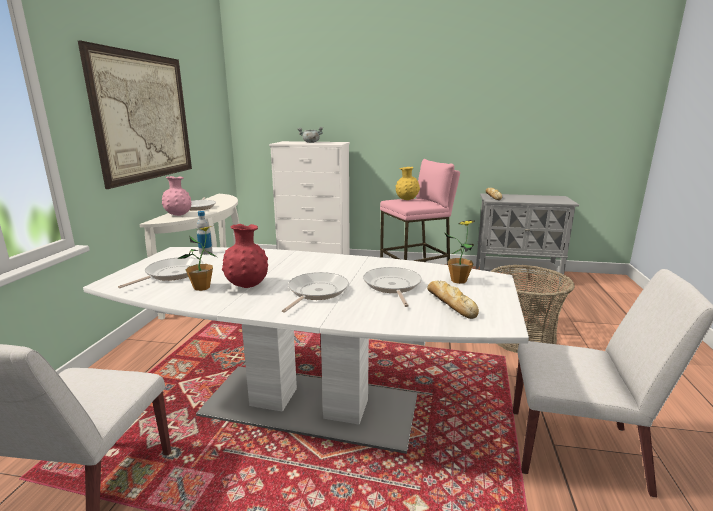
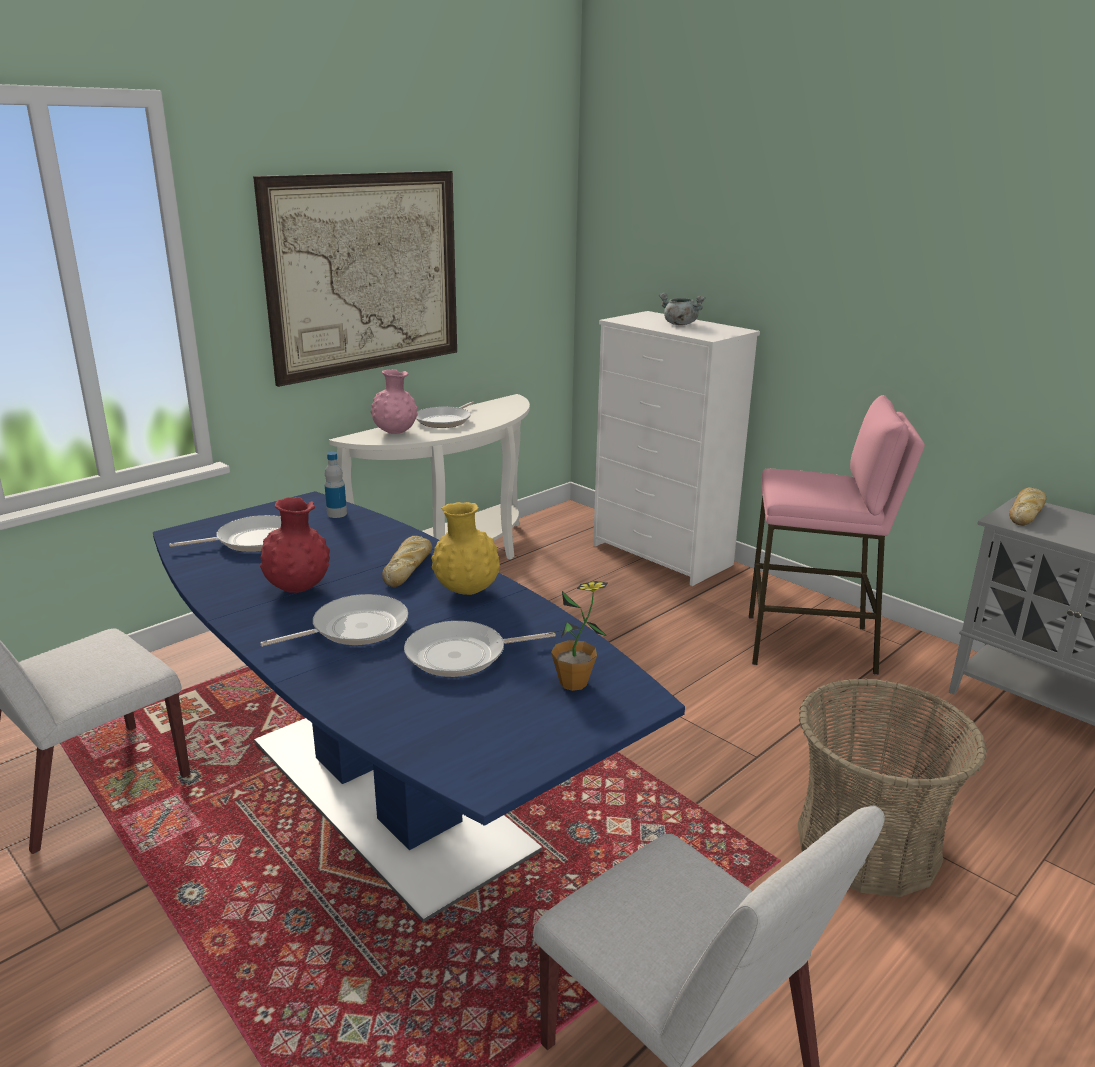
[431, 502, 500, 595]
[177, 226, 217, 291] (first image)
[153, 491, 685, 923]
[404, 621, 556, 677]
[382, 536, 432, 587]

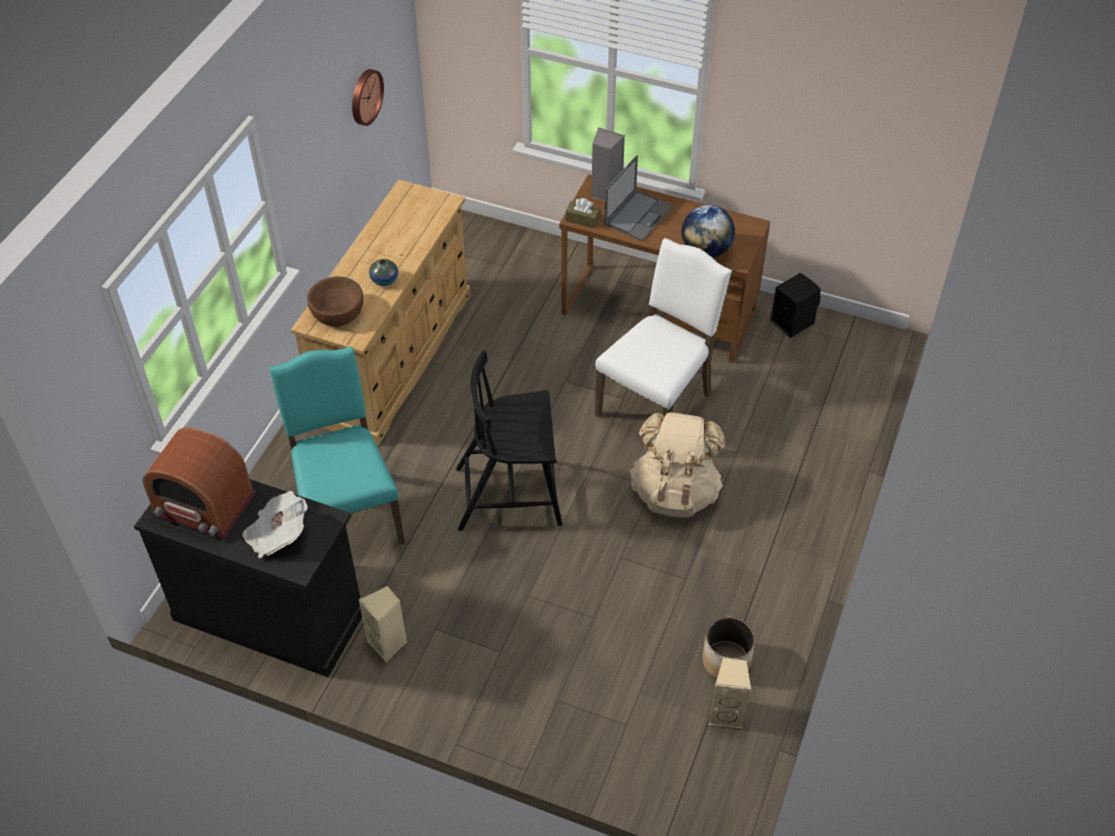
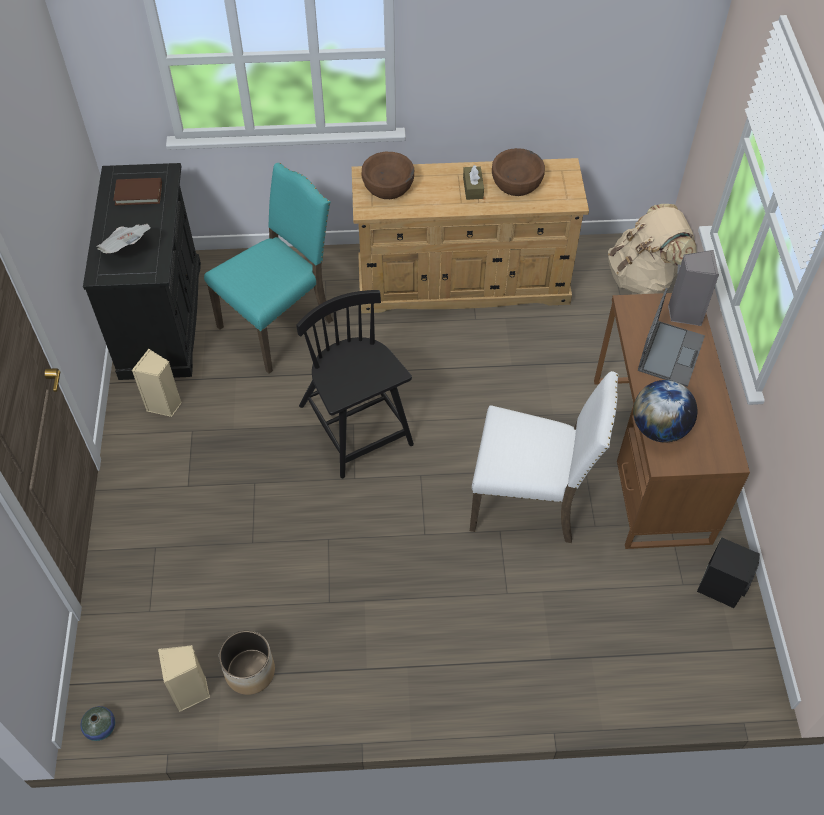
[352, 69, 384, 126] (first image)
[638, 288, 705, 387]
[463, 165, 484, 200]
[81, 706, 115, 741]
[608, 204, 697, 294]
[113, 178, 162, 205]
[492, 148, 545, 196]

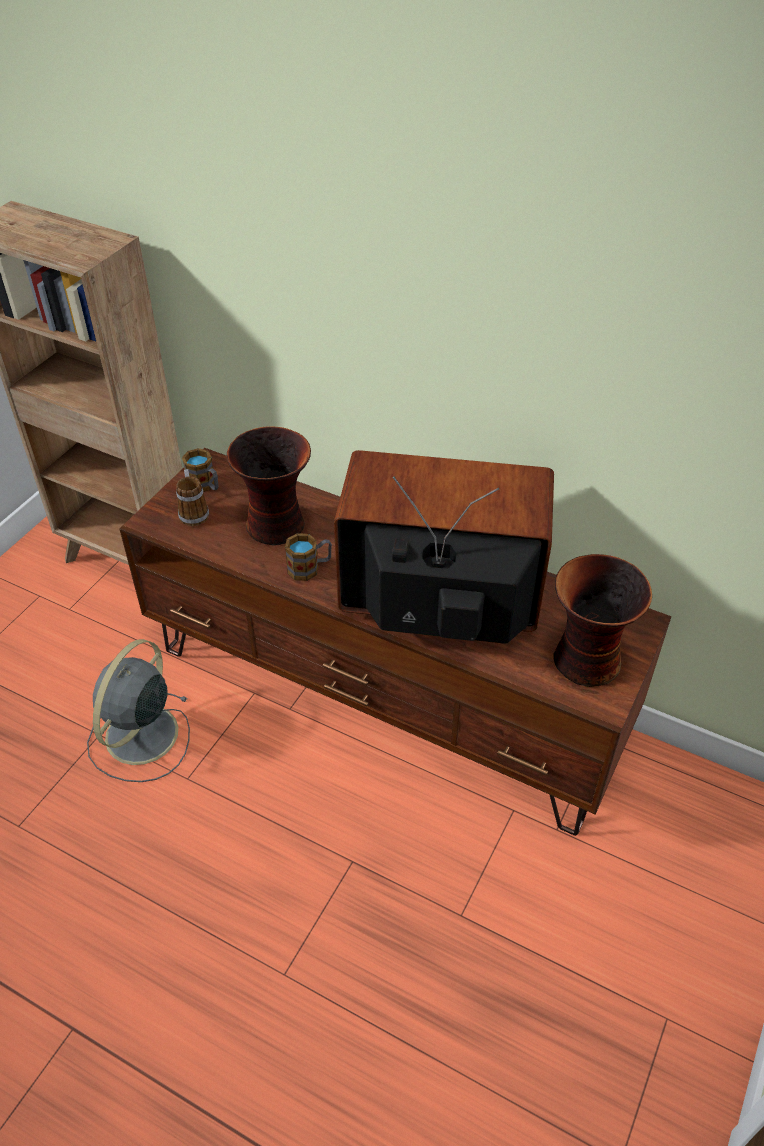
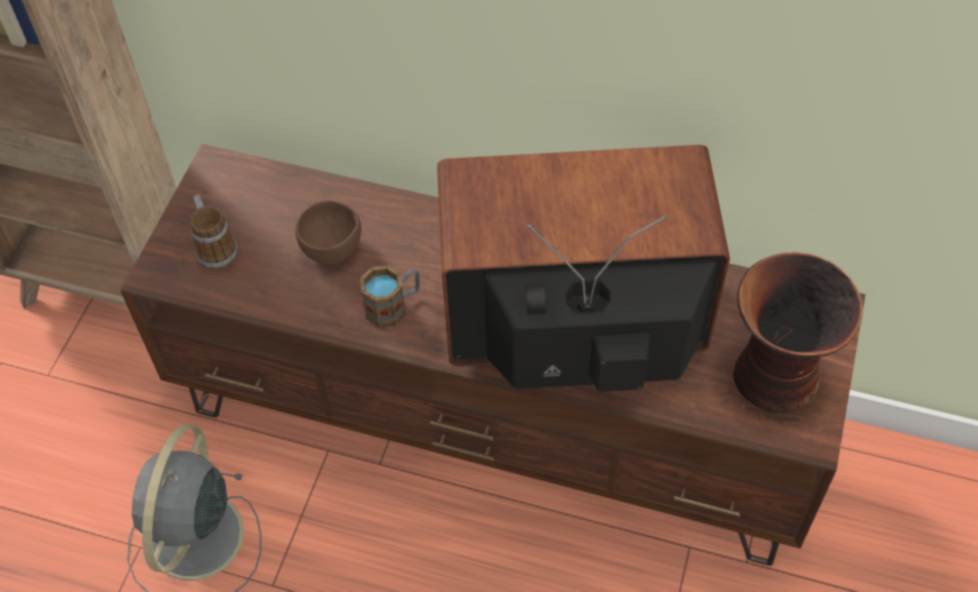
[295, 200, 361, 265]
[182, 448, 219, 492] (first image)

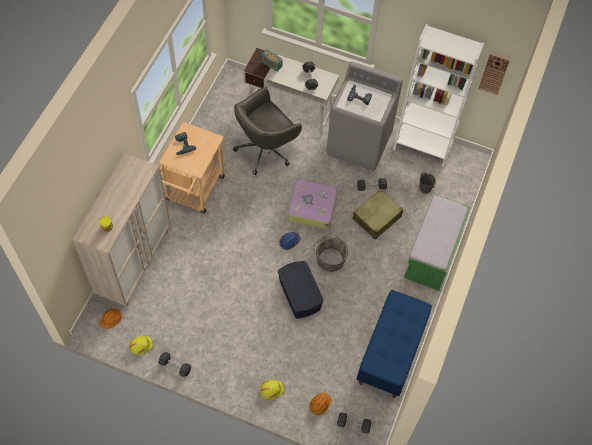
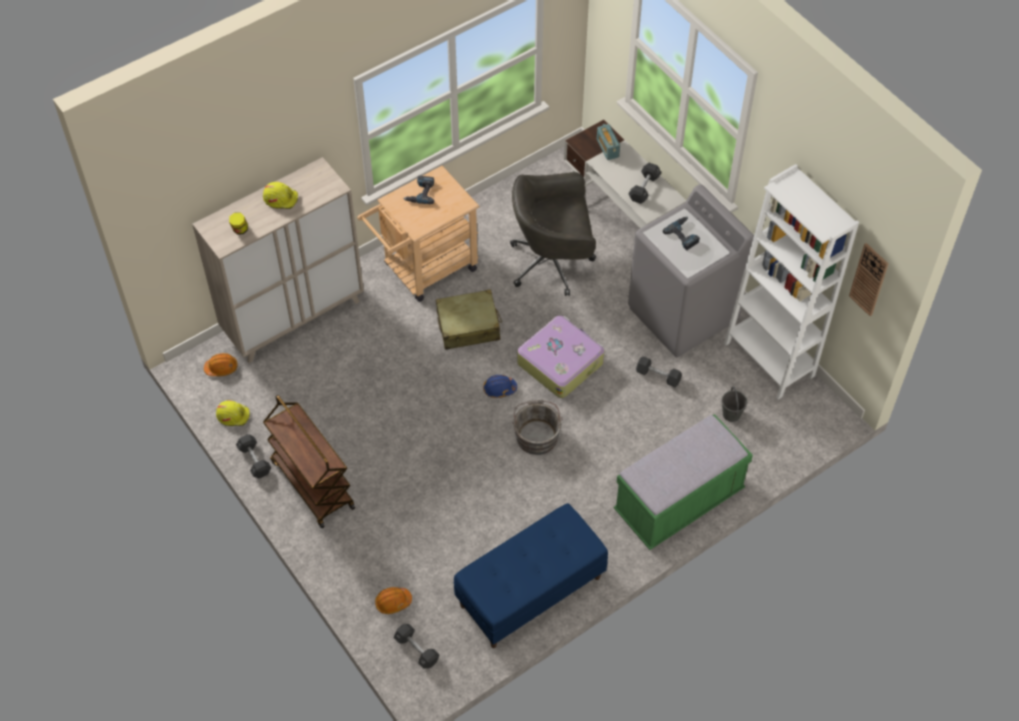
[436, 289, 502, 350]
[278, 261, 324, 319] (first image)
[263, 182, 298, 209]
[263, 395, 355, 528]

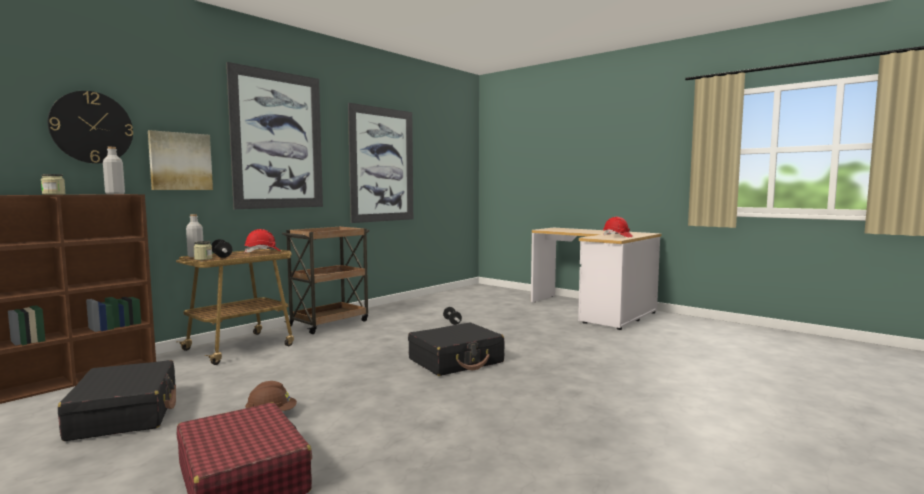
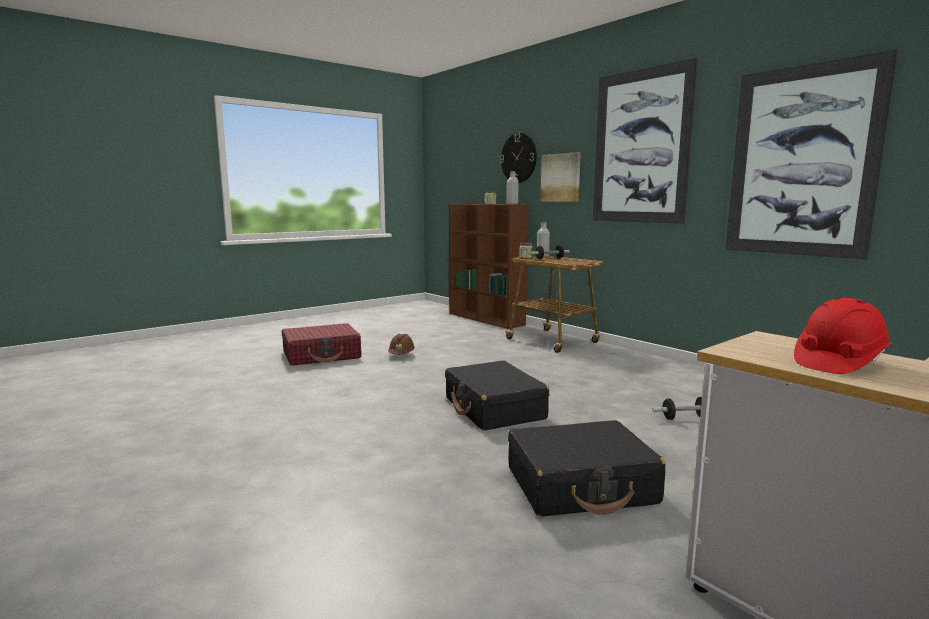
[282, 226, 369, 334] (first image)
[244, 229, 280, 252] (first image)
[508, 420, 666, 517]

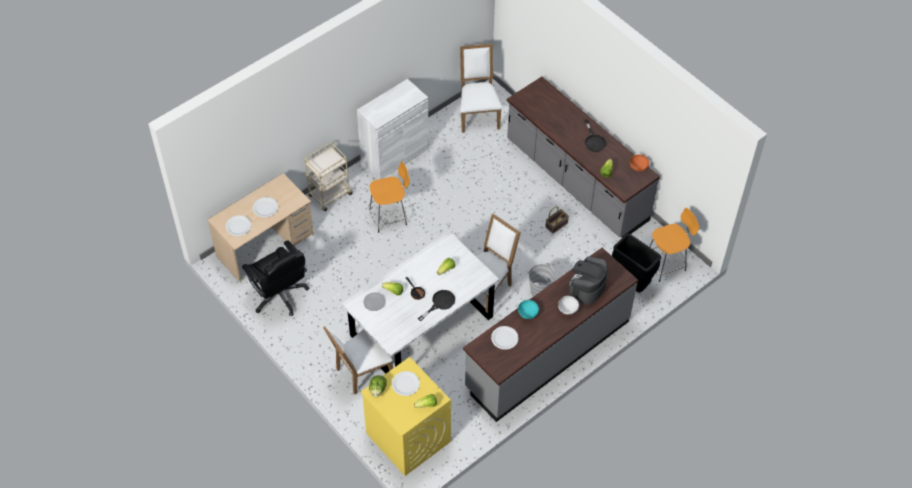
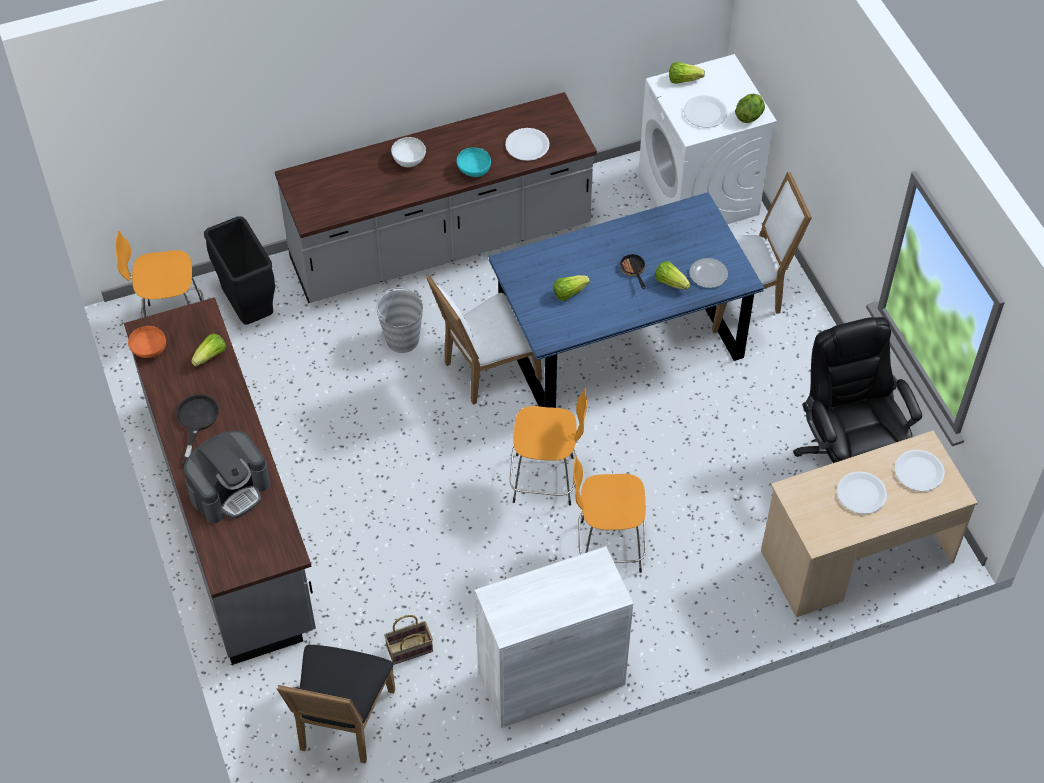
[276, 645, 395, 764]
[304, 142, 353, 211] (first image)
[384, 615, 433, 665]
[489, 192, 764, 408]
[184, 430, 270, 523]
[418, 290, 455, 321] (first image)
[639, 54, 777, 224]
[510, 387, 587, 506]

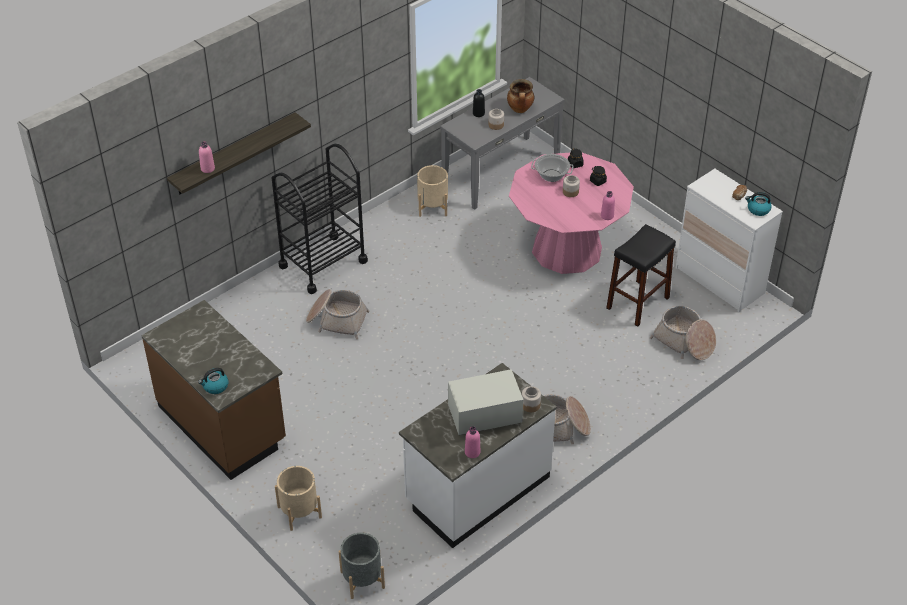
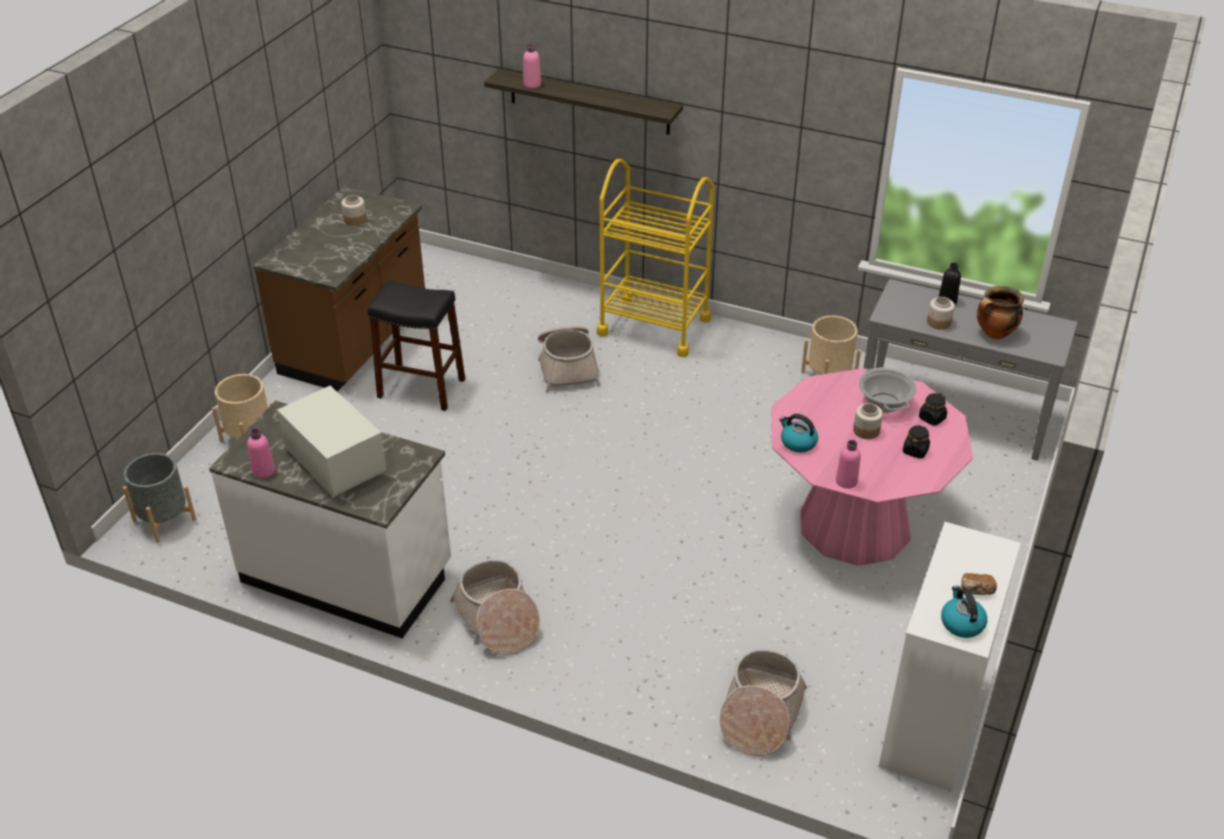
[597, 159, 714, 357]
[368, 280, 465, 411]
[779, 414, 818, 452]
[341, 195, 366, 226]

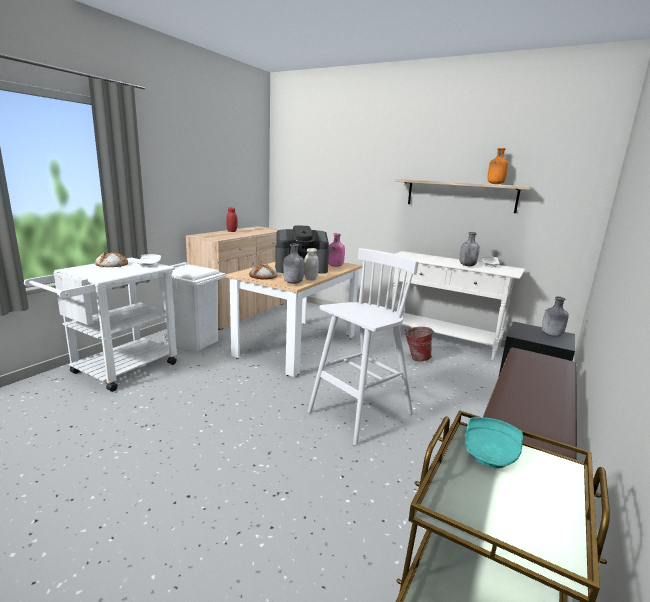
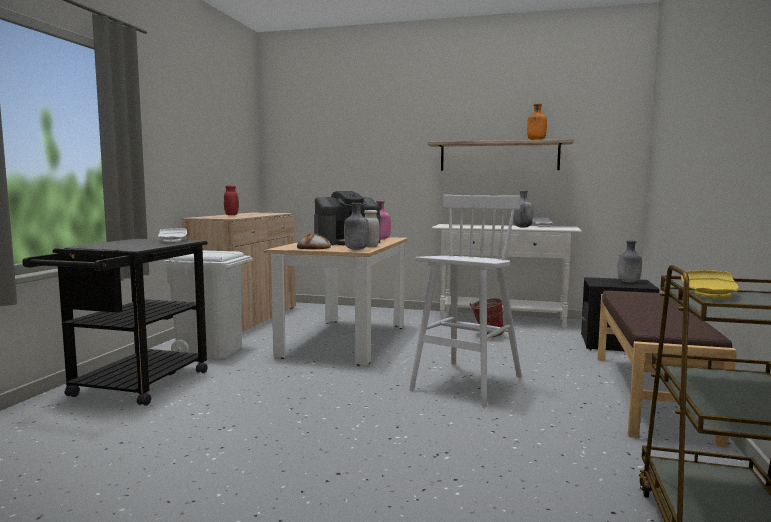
[95, 251, 128, 267] (first image)
[22, 239, 208, 406]
[681, 270, 739, 299]

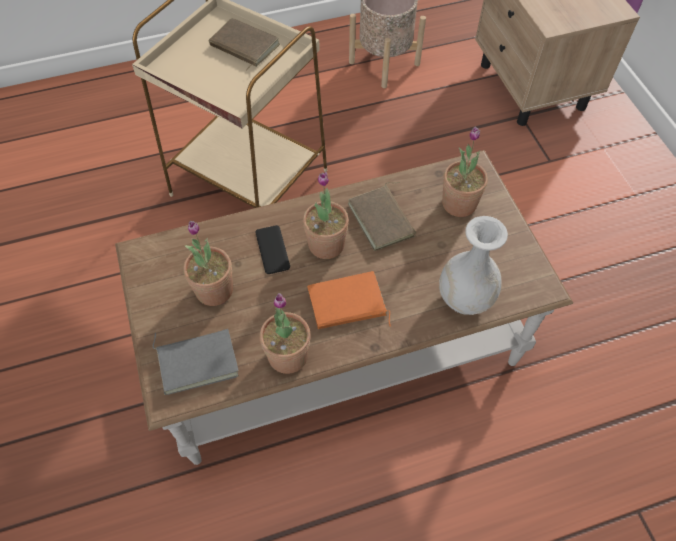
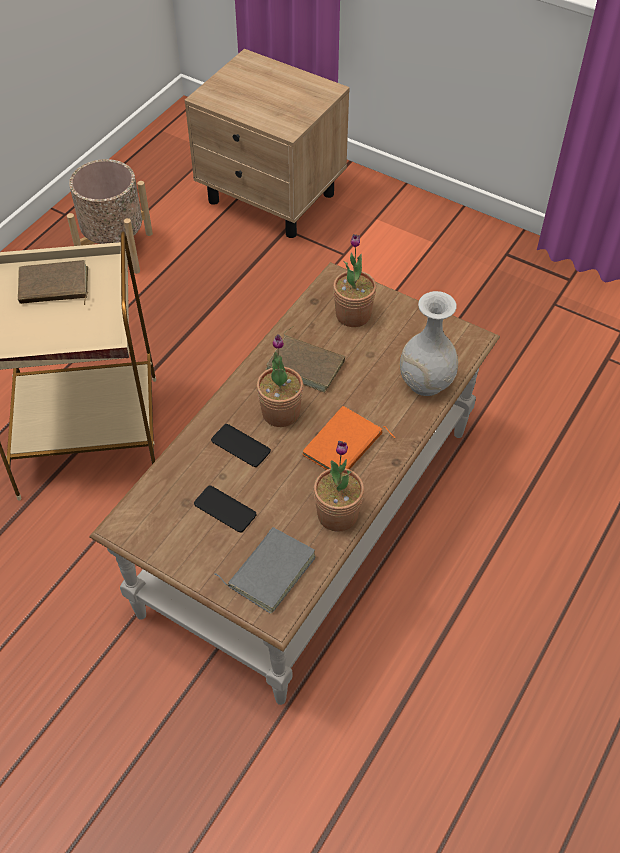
[194, 485, 257, 532]

